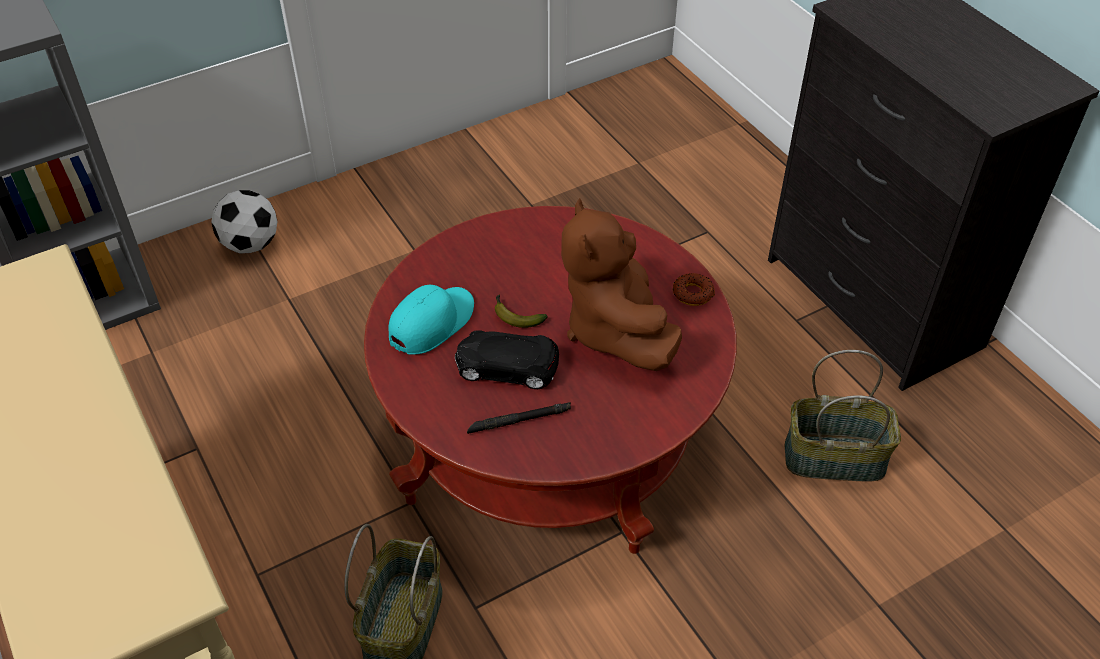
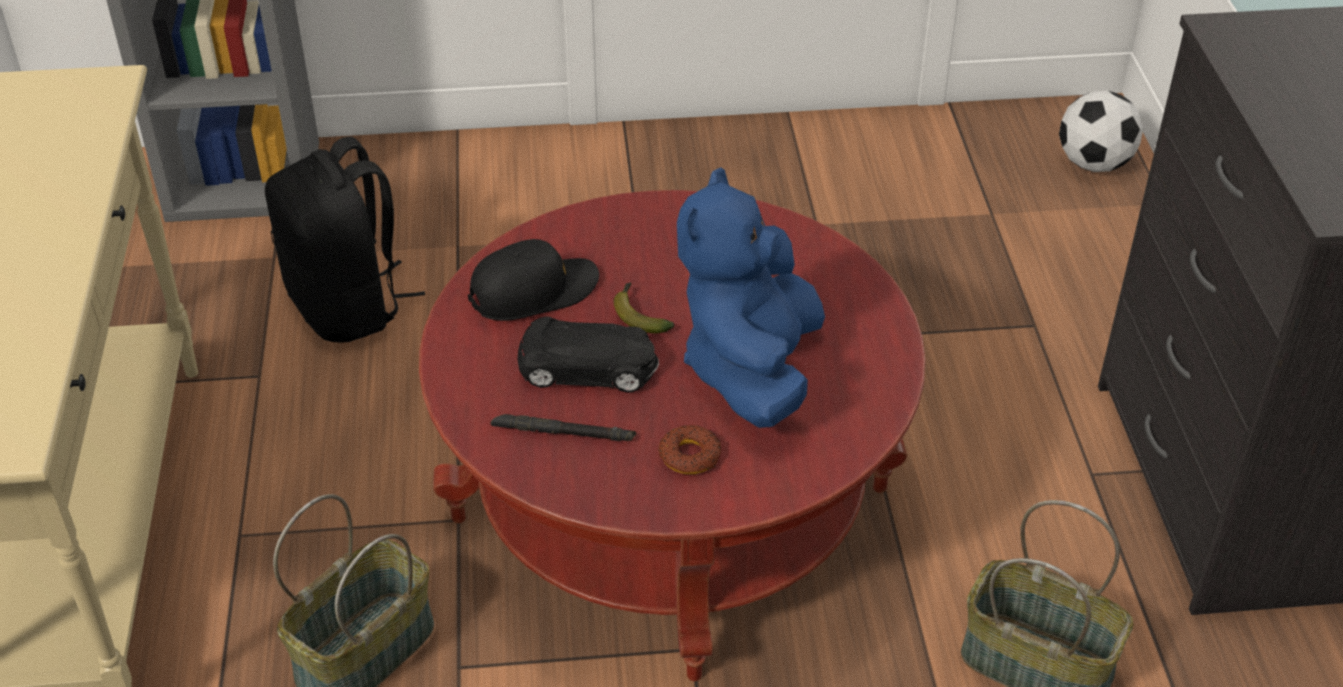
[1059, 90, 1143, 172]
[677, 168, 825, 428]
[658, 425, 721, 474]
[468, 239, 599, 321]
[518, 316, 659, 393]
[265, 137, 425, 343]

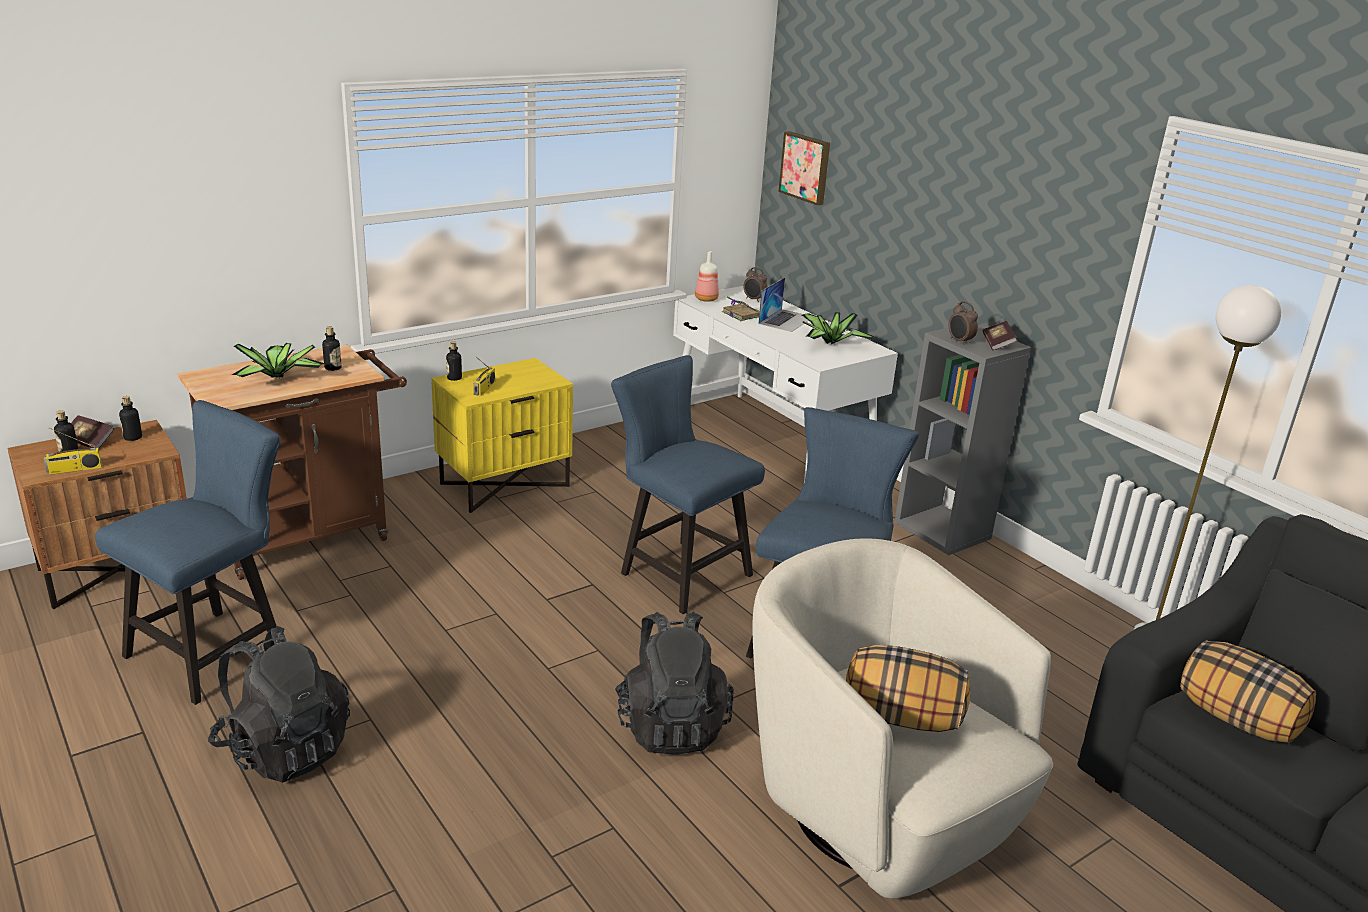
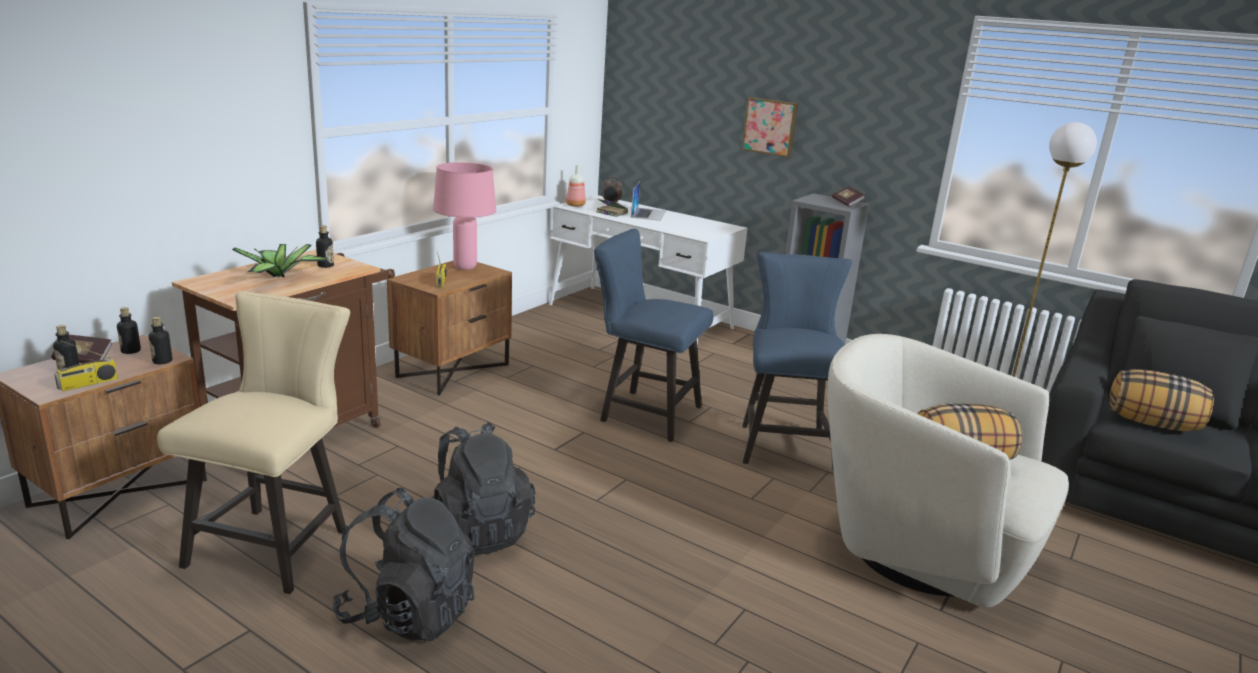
[742, 97, 798, 157]
[949, 301, 978, 345] (first image)
[802, 312, 874, 344] (first image)
[149, 317, 172, 364]
[387, 261, 512, 396]
[157, 291, 350, 594]
[431, 422, 535, 555]
[433, 162, 496, 270]

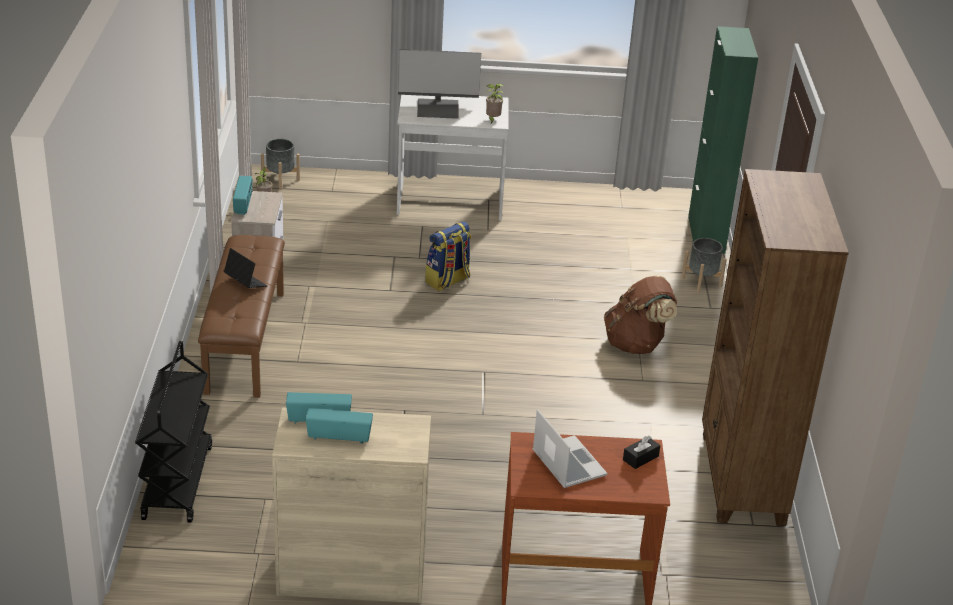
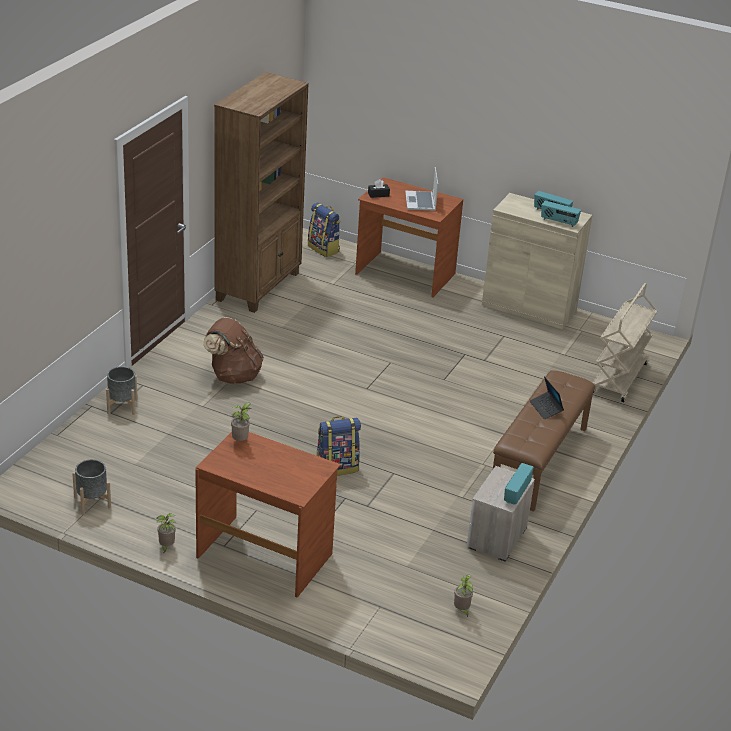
[688, 26, 758, 253] (first image)
[398, 49, 481, 119] (first image)
[195, 432, 341, 598]
[72, 459, 111, 515]
[593, 283, 658, 402]
[308, 203, 340, 257]
[157, 513, 176, 554]

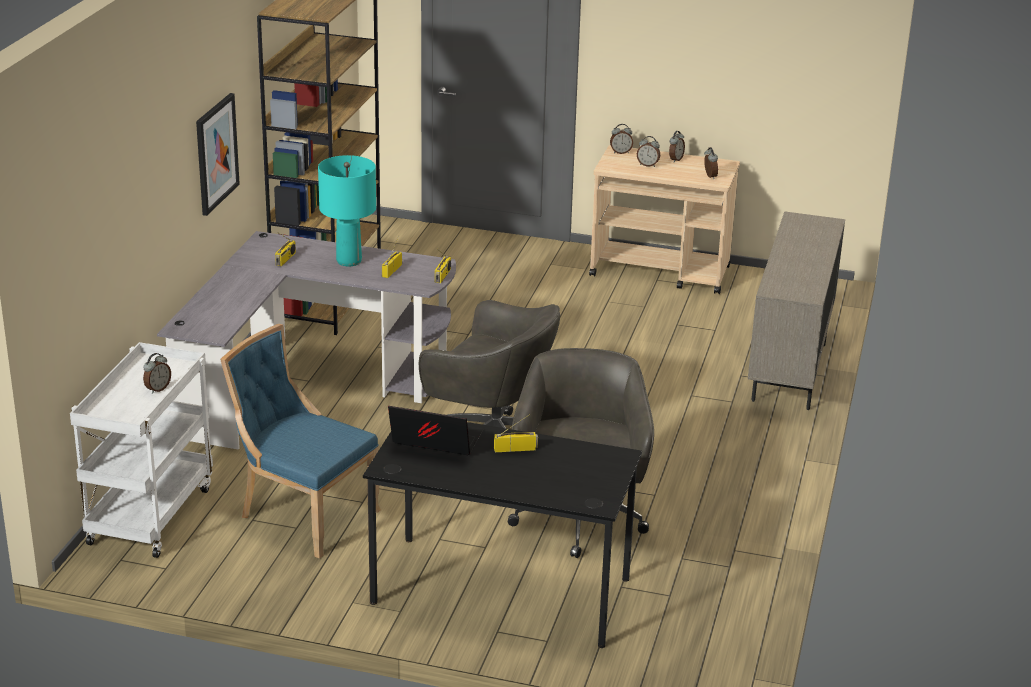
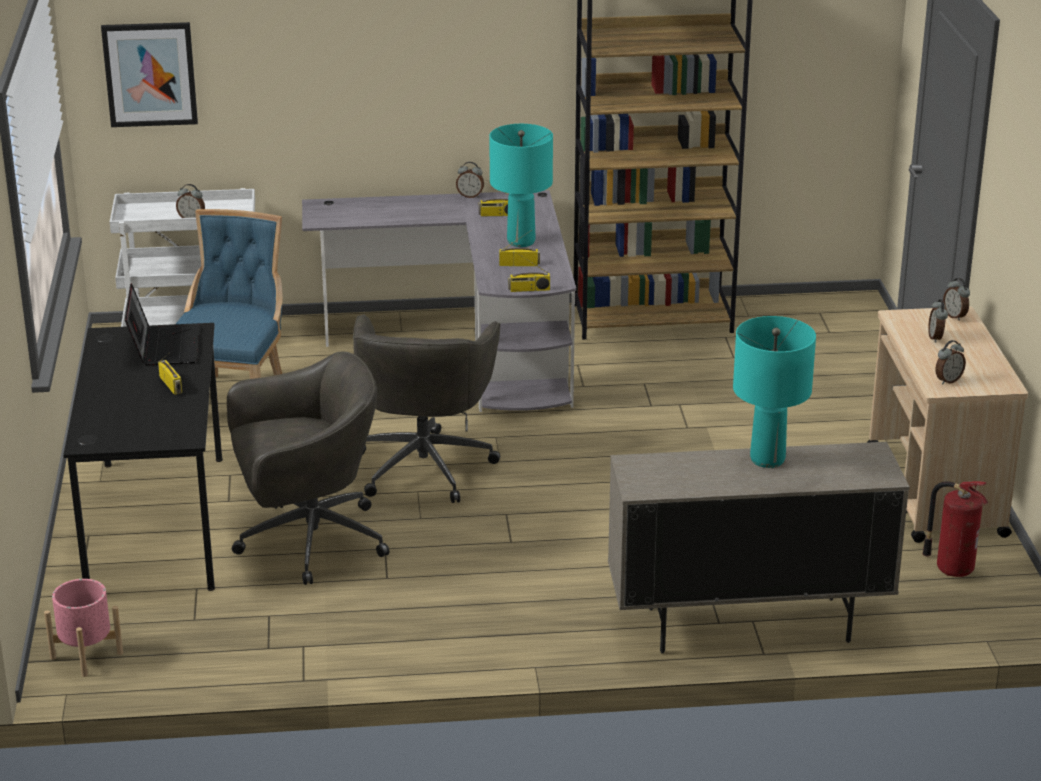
[101, 22, 198, 127]
[456, 162, 484, 198]
[733, 316, 816, 468]
[922, 481, 988, 577]
[44, 579, 123, 677]

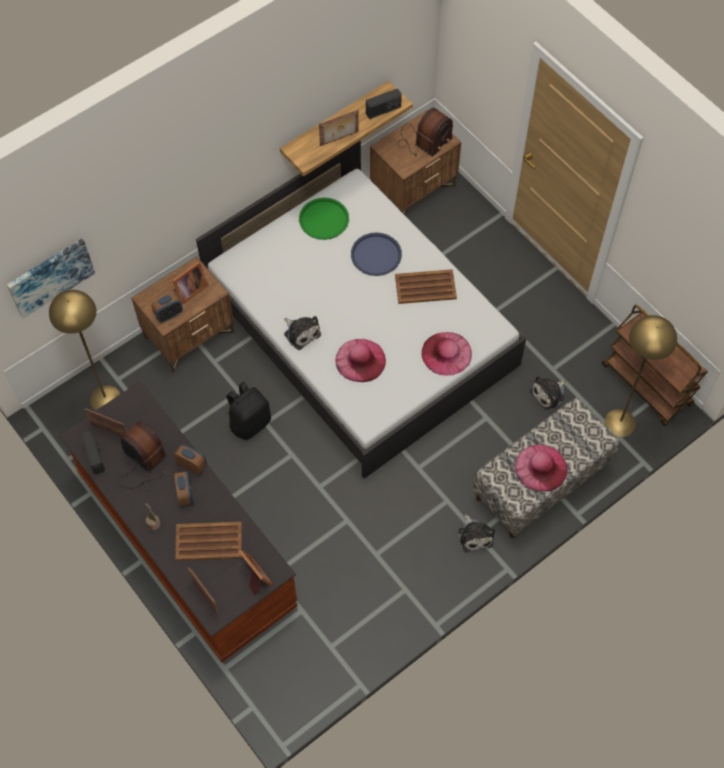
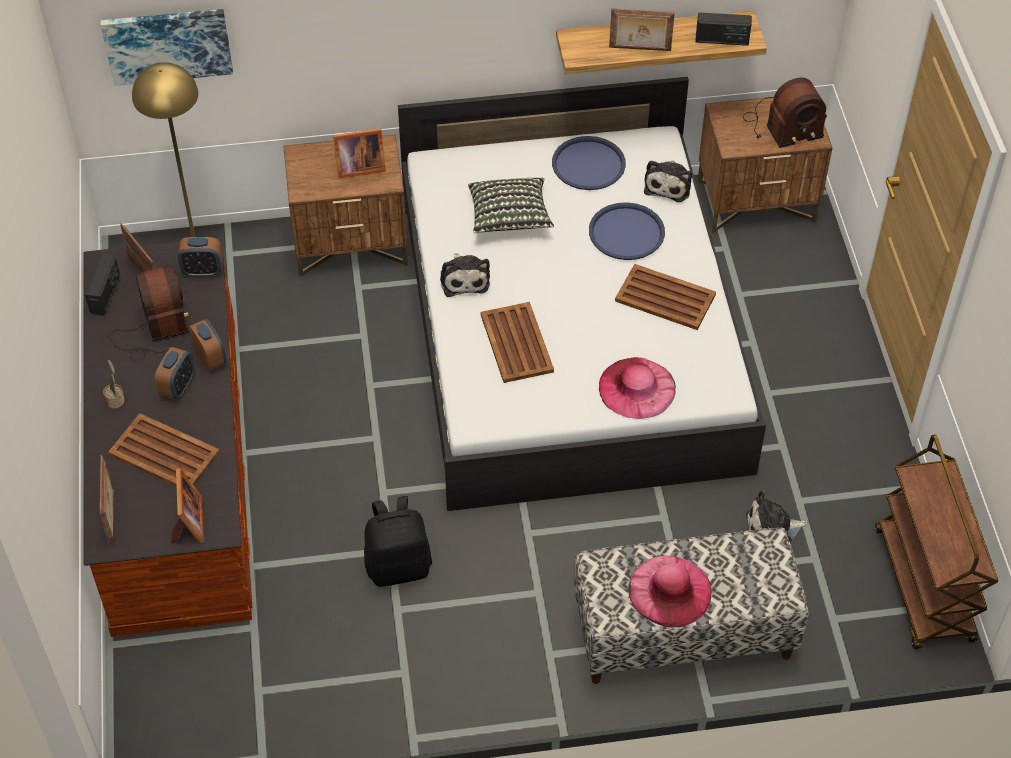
[552, 136, 626, 190]
[178, 237, 222, 277]
[605, 315, 677, 437] (first image)
[481, 302, 554, 383]
[364, 496, 432, 587]
[644, 160, 692, 202]
[468, 178, 554, 233]

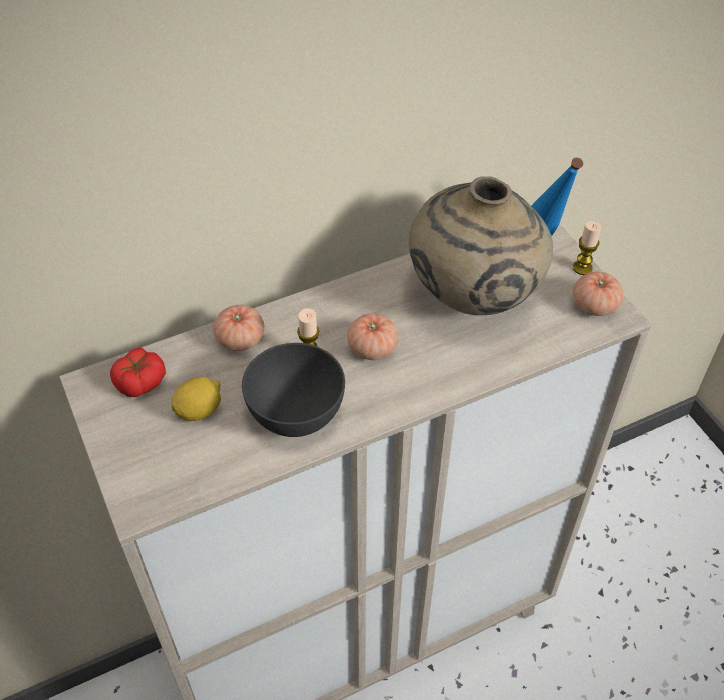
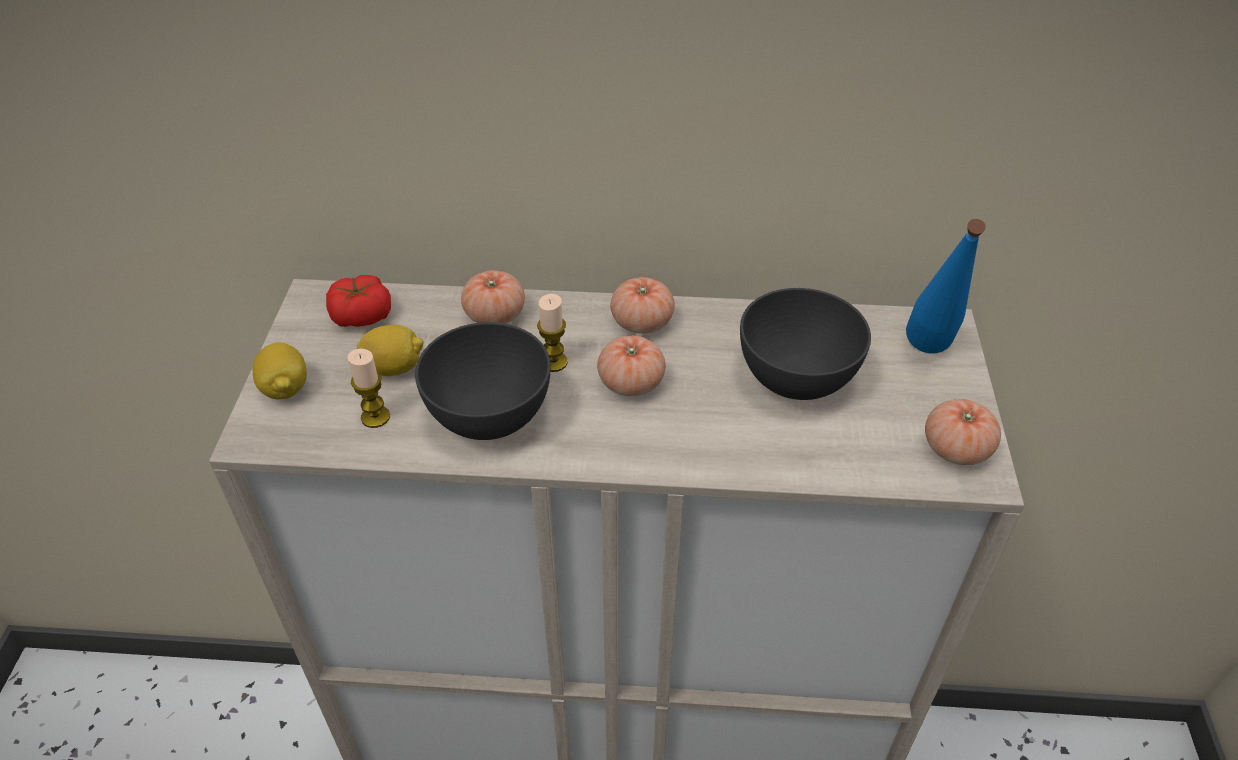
[740, 288, 871, 400]
[347, 349, 390, 428]
[610, 277, 675, 334]
[253, 342, 307, 399]

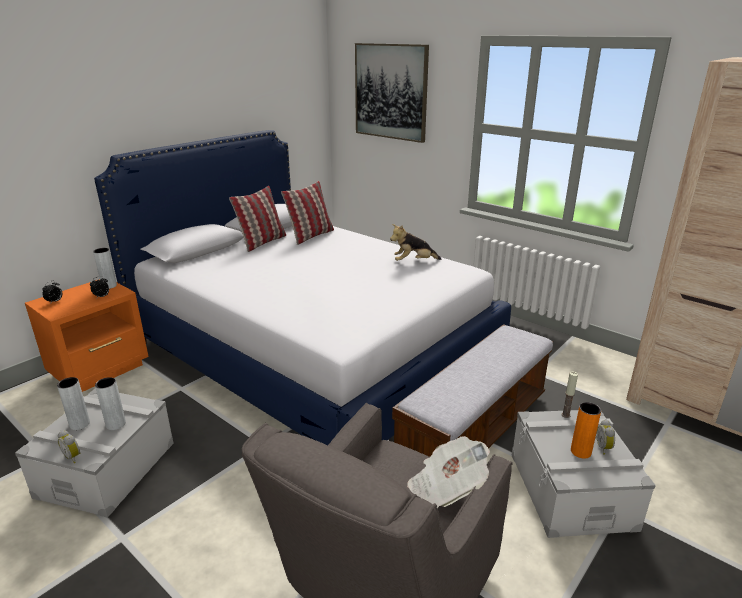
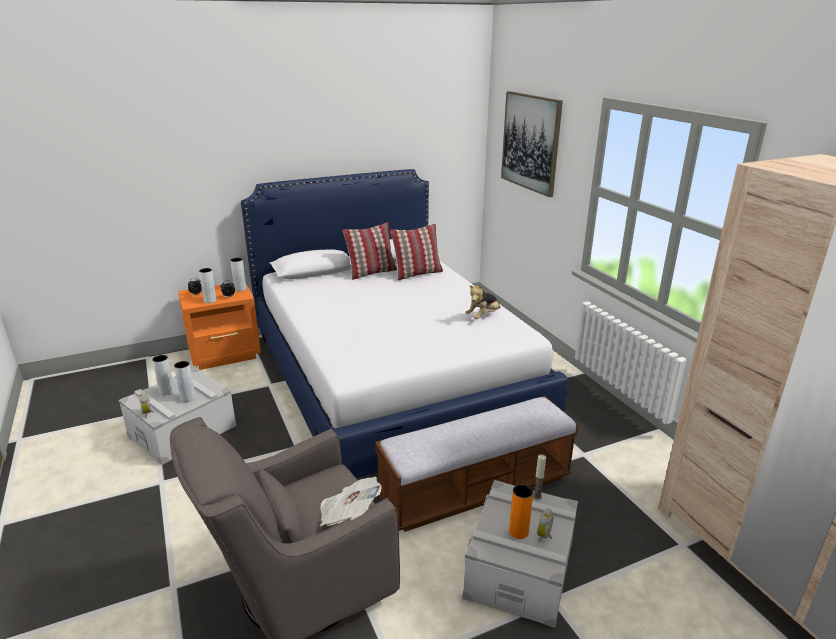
[465, 285, 500, 319]
[199, 268, 217, 303]

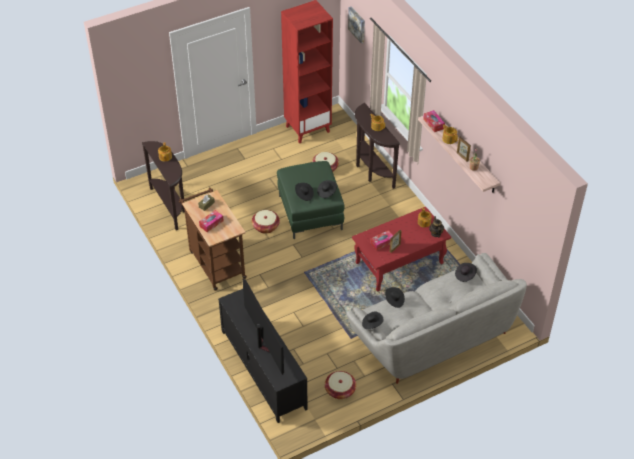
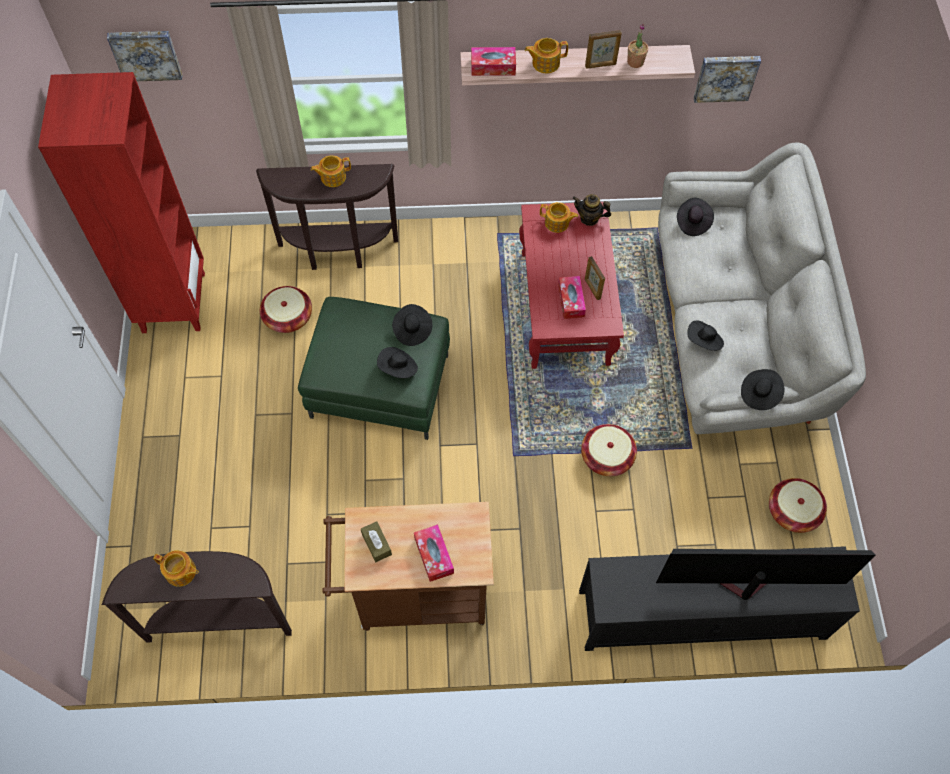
[581, 424, 637, 476]
[694, 56, 761, 103]

